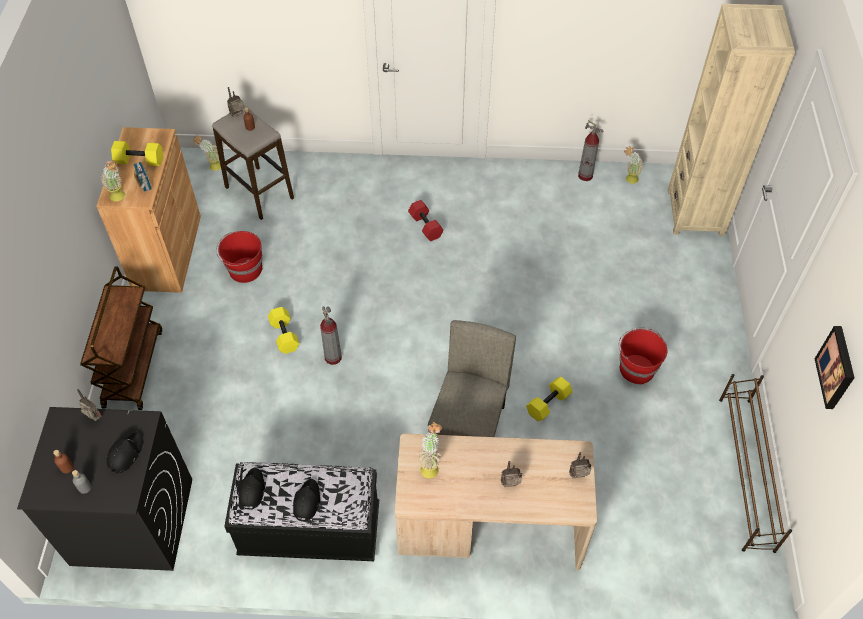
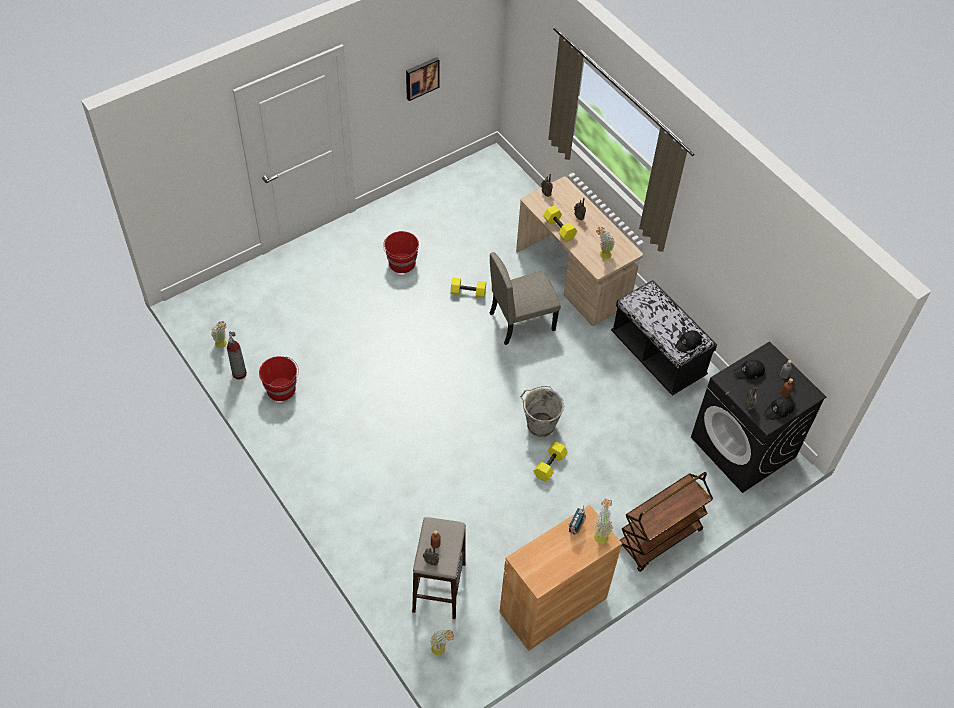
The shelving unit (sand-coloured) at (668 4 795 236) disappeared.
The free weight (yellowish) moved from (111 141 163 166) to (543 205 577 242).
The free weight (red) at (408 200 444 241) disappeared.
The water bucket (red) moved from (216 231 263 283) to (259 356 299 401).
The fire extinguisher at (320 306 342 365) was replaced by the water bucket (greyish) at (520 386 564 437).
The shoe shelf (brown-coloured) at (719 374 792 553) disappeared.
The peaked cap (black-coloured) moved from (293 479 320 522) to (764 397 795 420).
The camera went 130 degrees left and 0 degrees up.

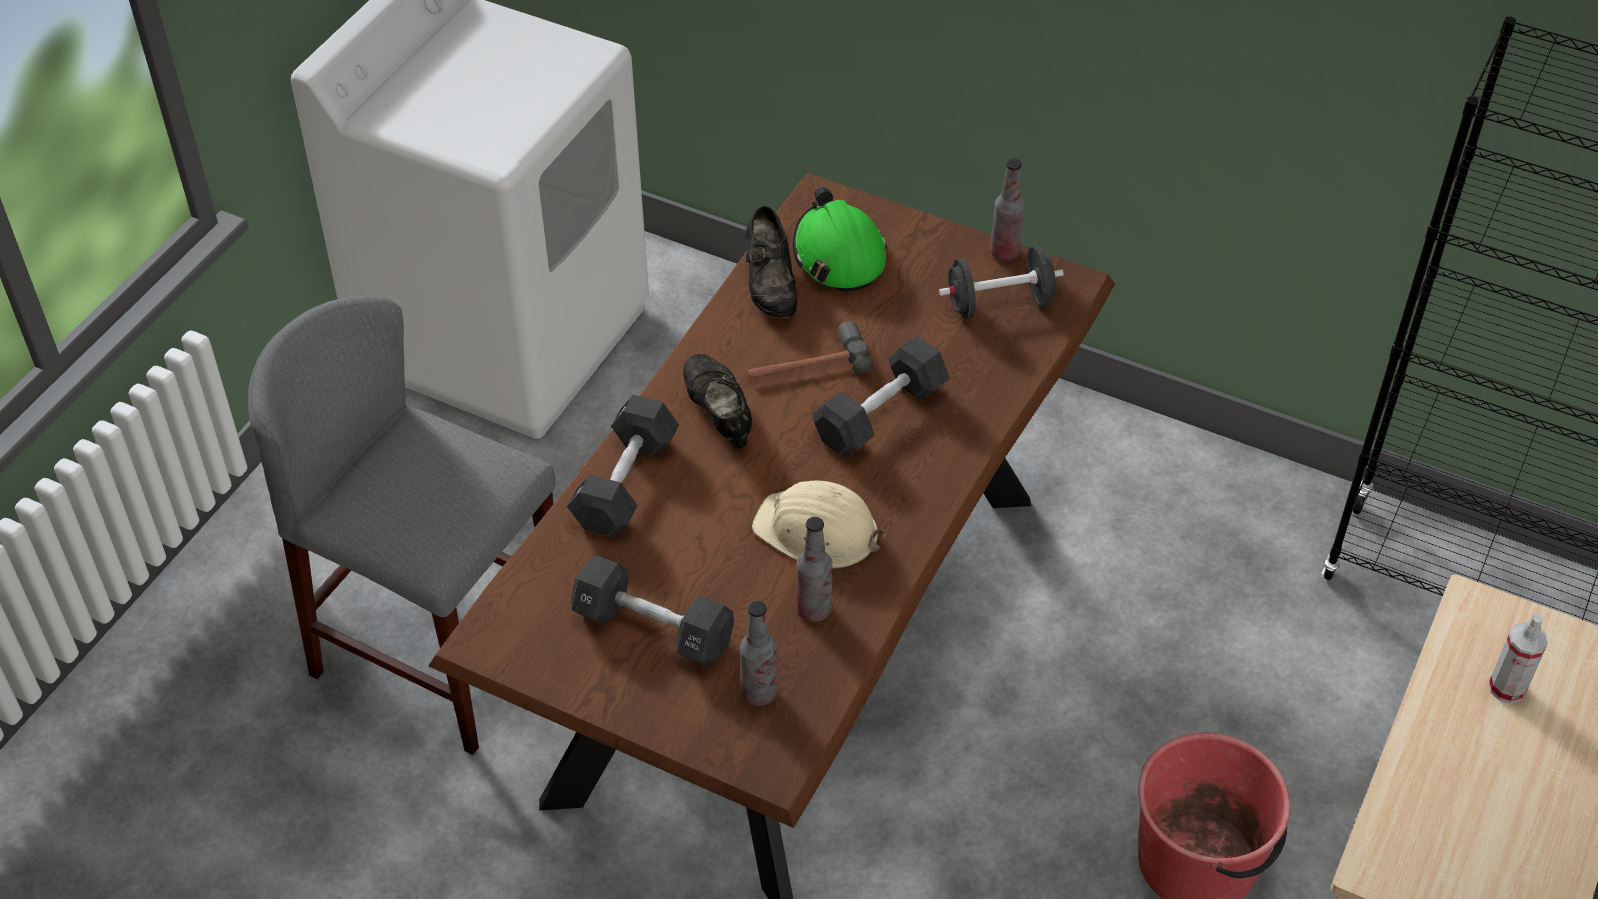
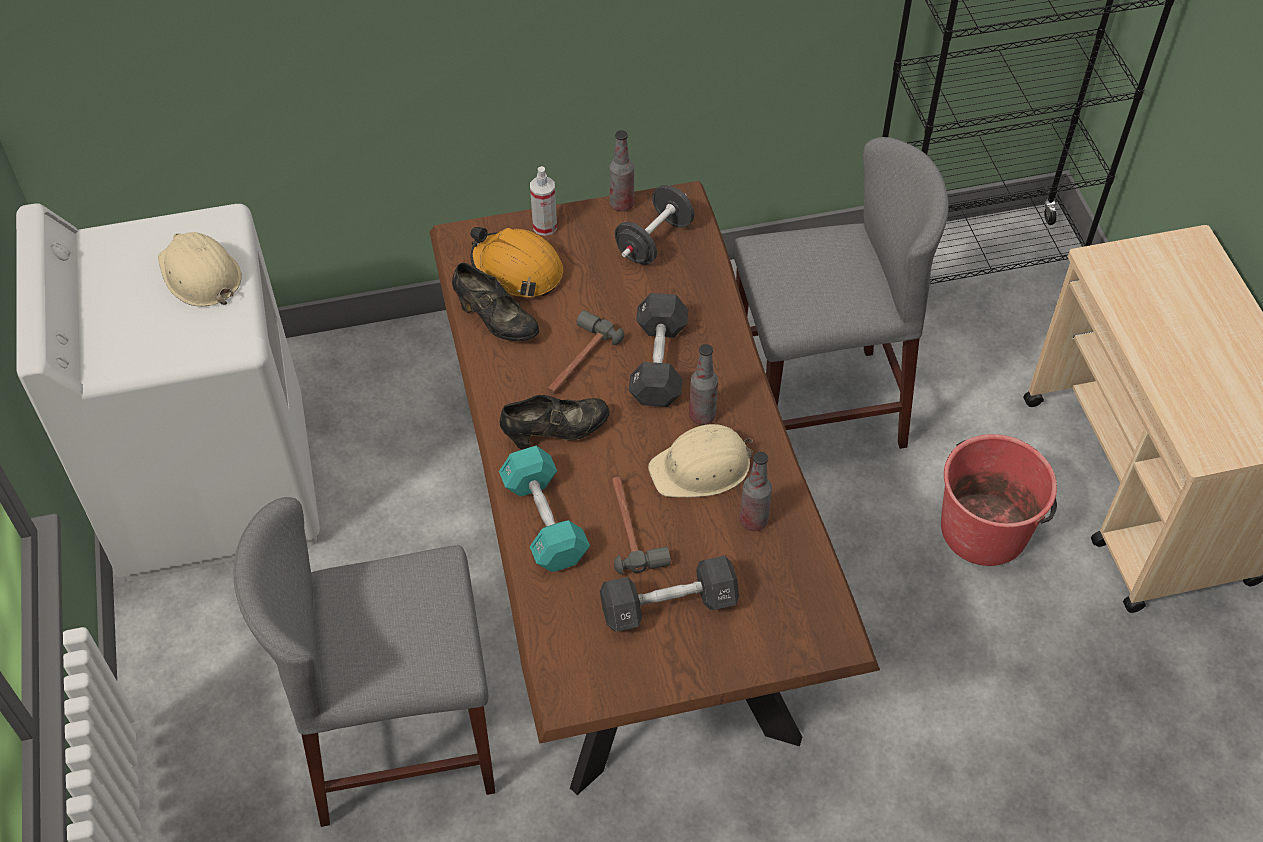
The safety helmet (green-coloured) at (793 187 888 292) became the safety helmet (orange-coloured) at (470 227 563 297).
The low shoe (black-coloured) at (683 354 752 449) turned 135 degrees clockwise.
The free weight (black-coloured) at (567 395 679 538) became the free weight (blue-green) at (499 446 590 572).
The beverage bottle moved from (740 601 778 706) to (689 344 718 425).
The sprayer moved from (1488 613 1548 704) to (530 166 557 236).
The stool seat (greyish) at (733 137 948 449) appeared.
The safety helmet (sand-coloured) at (158 232 242 306) appeared.
The hand hammer at (612 477 671 575) appeared.
The camera went 40 degrees left and 5 degrees up.

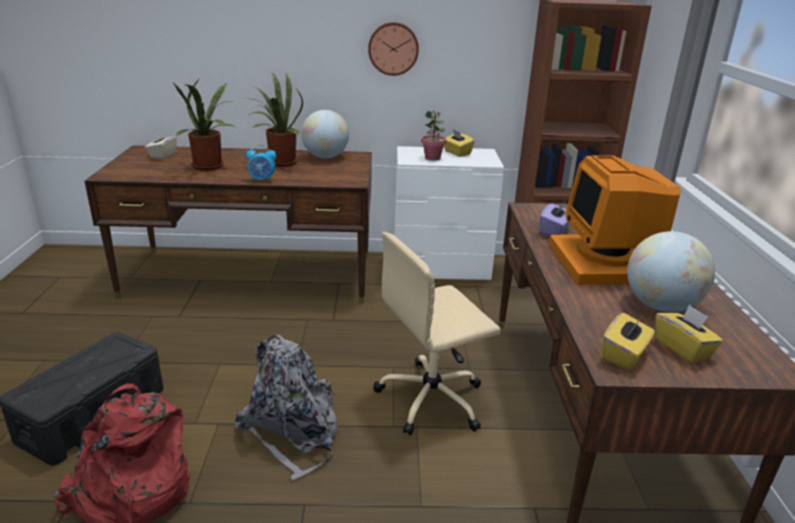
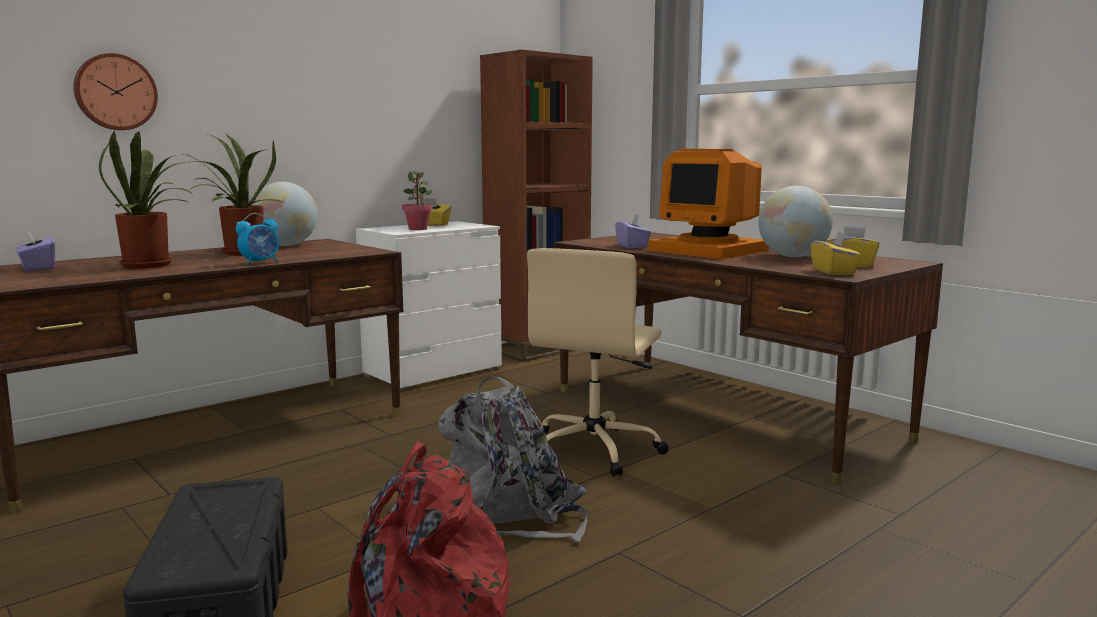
The hanging clock moved from (368 22 419 76) to (73 53 158 130).
The tissue box (sand-coloured) at (145 131 177 159) became the tissue box (purple-coloured) at (16 229 55 271).
The camera went 40 degrees left and 15 degrees down.

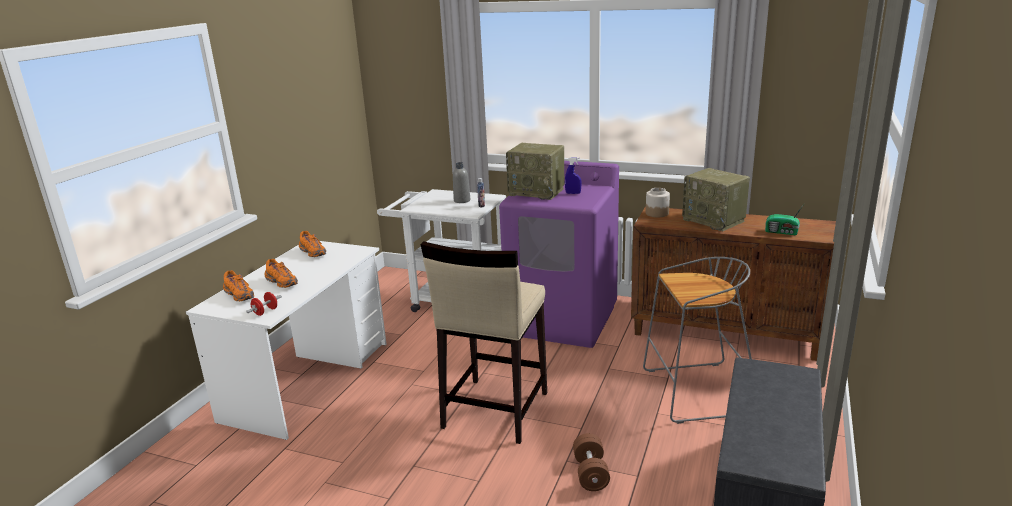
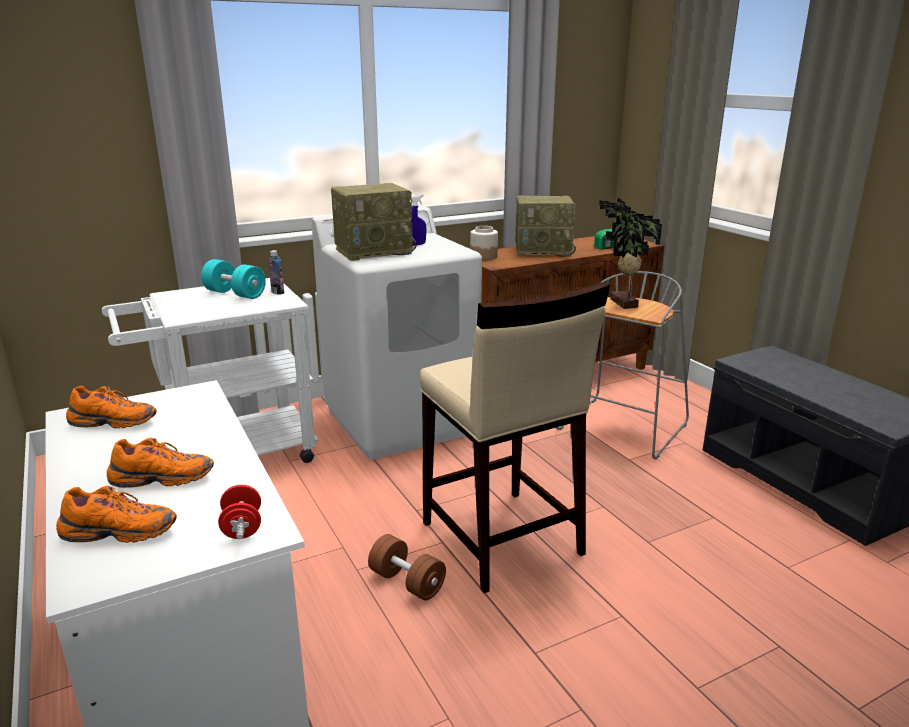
The laundry appliance (purple-coloured) at (499 161 619 348) became the laundry appliance (white-coloured) at (311 206 482 460).
The beverage bottle (greyish) at (453 162 470 203) was replaced by the free weight (blue-green) at (201 259 266 299).
The free weight (brown-coloured) moved from (573 433 610 491) to (368 534 446 600).
The plant in a pot at (599 198 662 309) appeared.
The camera went 50 degrees left and 0 degrees up.

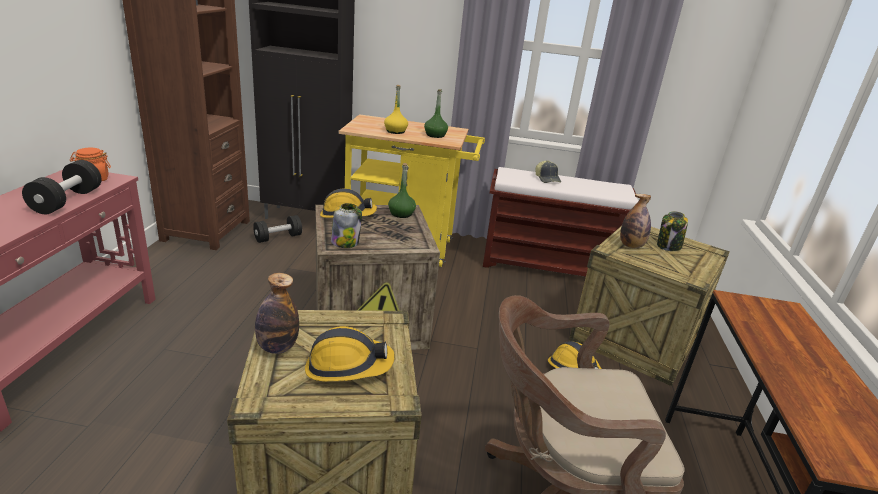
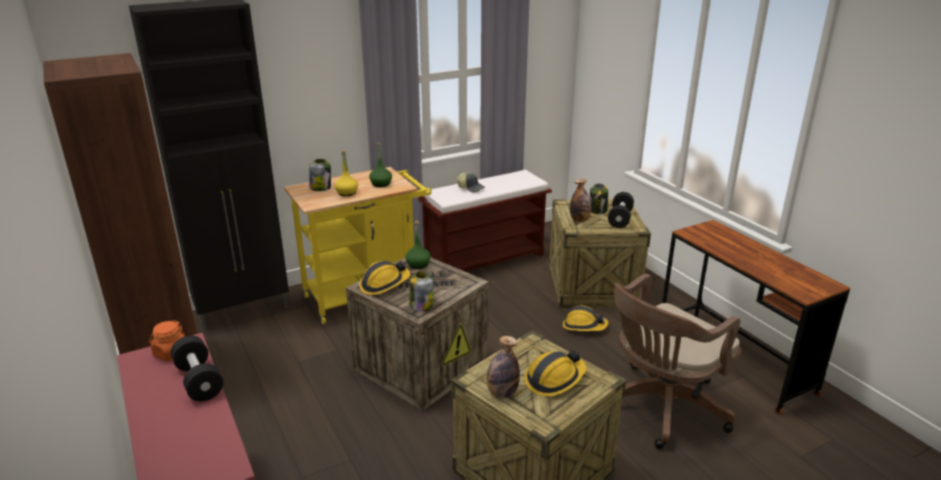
The free weight (black-coloured) moved from (253 215 302 243) to (608 192 634 228).
The storage jar at (309 159 331 191) appeared.
The camera went 35 degrees left and 0 degrees up.

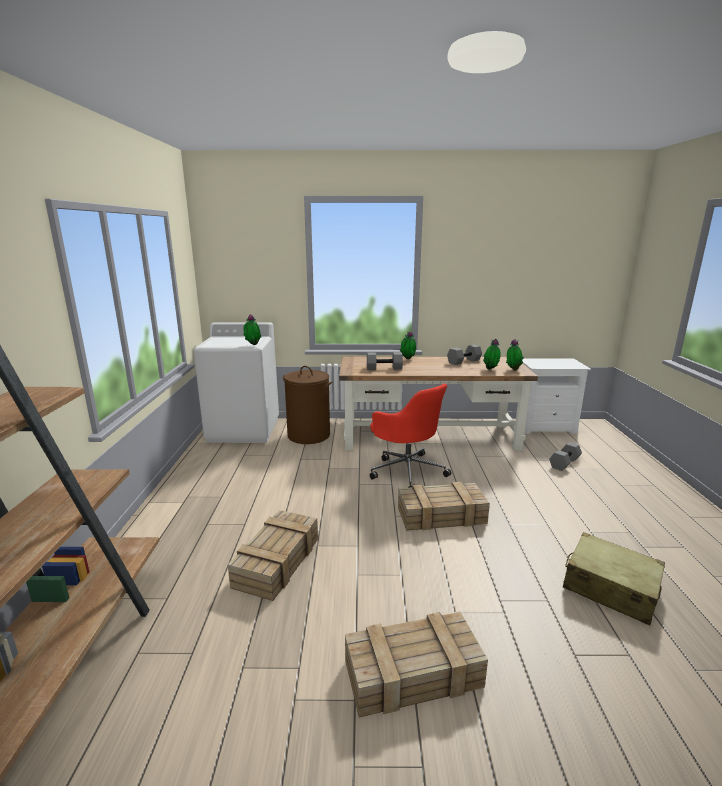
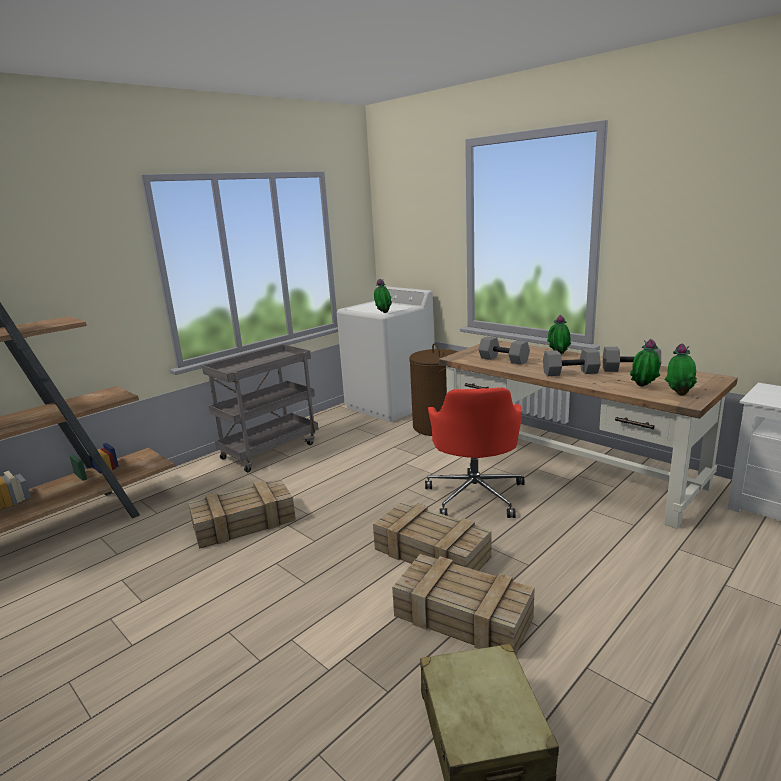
The free weight (greyish) moved from (549 442 582 471) to (543 348 601 376).
The packing crate moved from (345 612 488 718) to (392 554 535 655).
The trolley (greyish) at (202 344 319 472) appeared.
The camera went 45 degrees right and 0 degrees up.

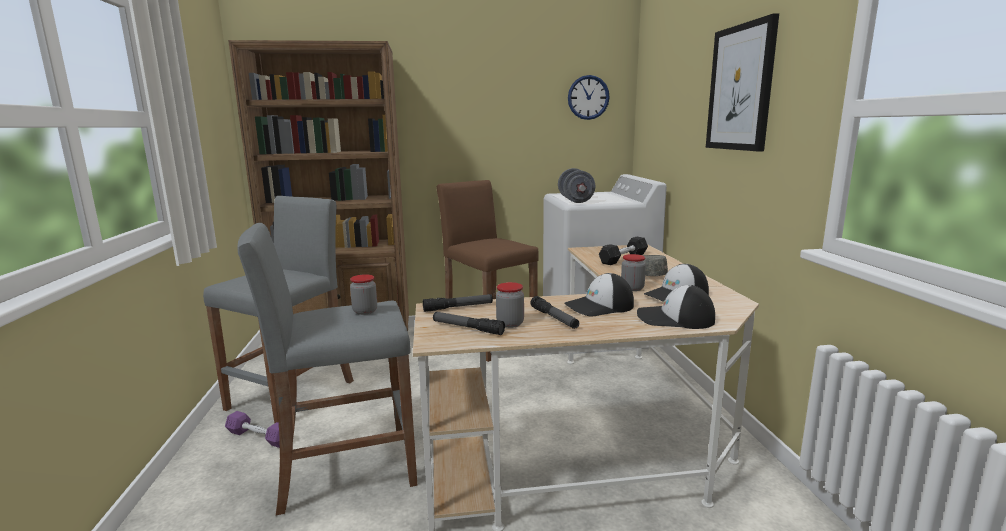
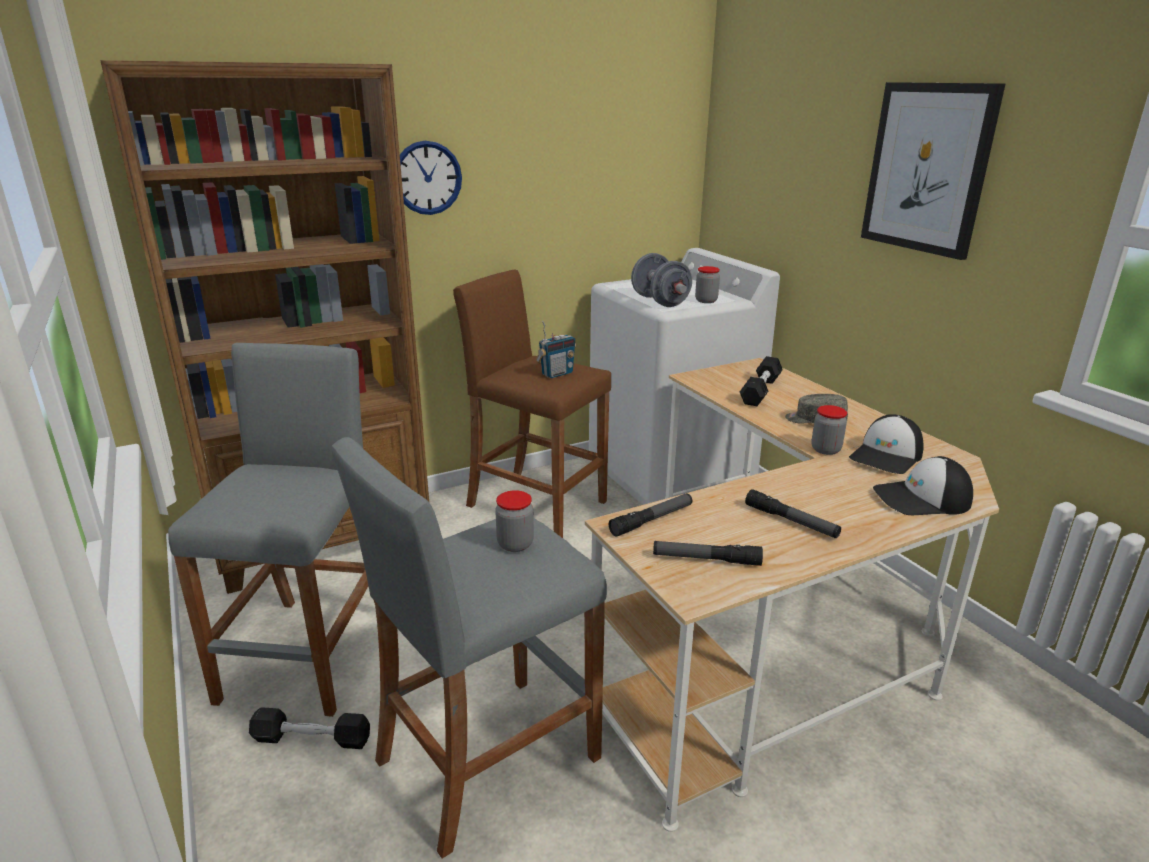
The hanging clock moved from (568 75 610 120) to (400 141 462 215).
The peaked cap at (564 273 634 316) disappeared.
The storage jar moved from (496 282 524 328) to (695 266 720 303).
The free weight (purple-coloured) at (225 411 280 448) became the free weight (black-coloured) at (249 707 370 749).
The radio set at (536 321 576 378) appeared.
The camera went 20 degrees left and 10 degrees up.

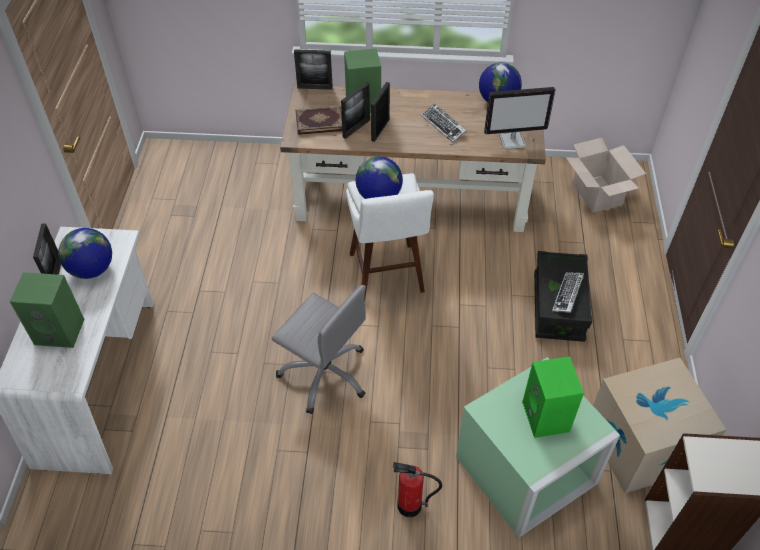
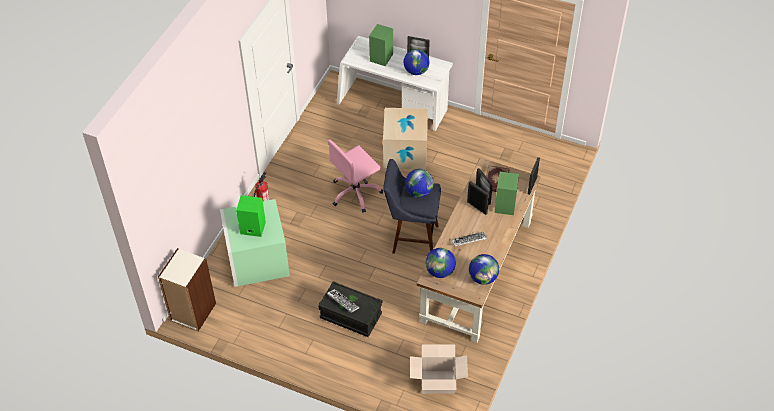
The monitor at (484 87 556 150) was replaced by the desk globe at (425 248 456 278).
The stool seat (white-coloured) at (346 173 434 300) became the stool seat (blue) at (383 159 441 254).
The desk chair (greyish) at (272 285 366 414) became the desk chair (pink) at (328 139 383 213).
The cardboard box moved from (593 358 726 493) to (383 108 428 170).
The camera went 110 degrees right and 0 degrees up.

